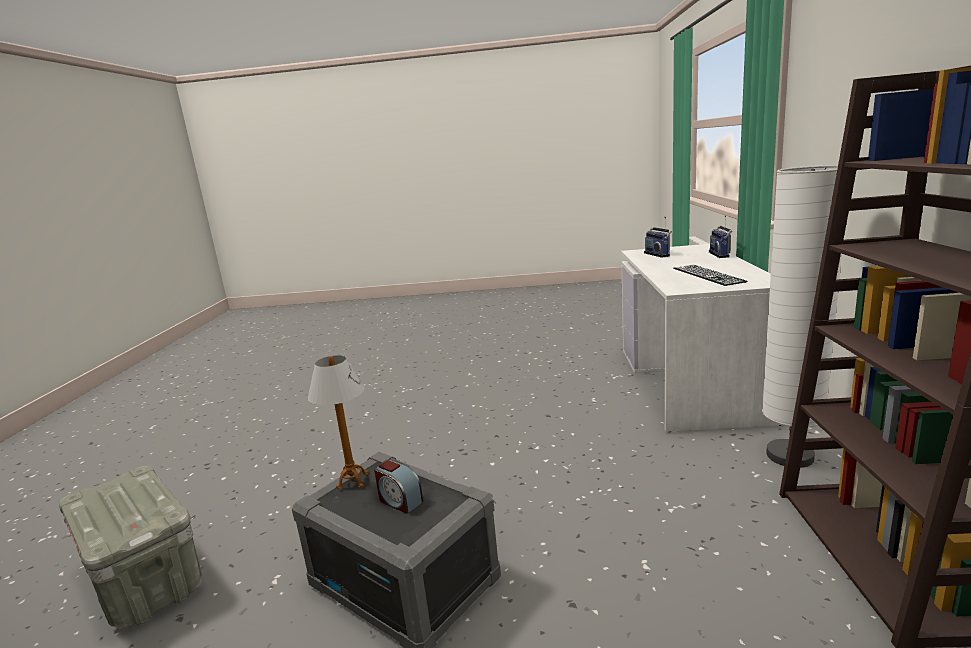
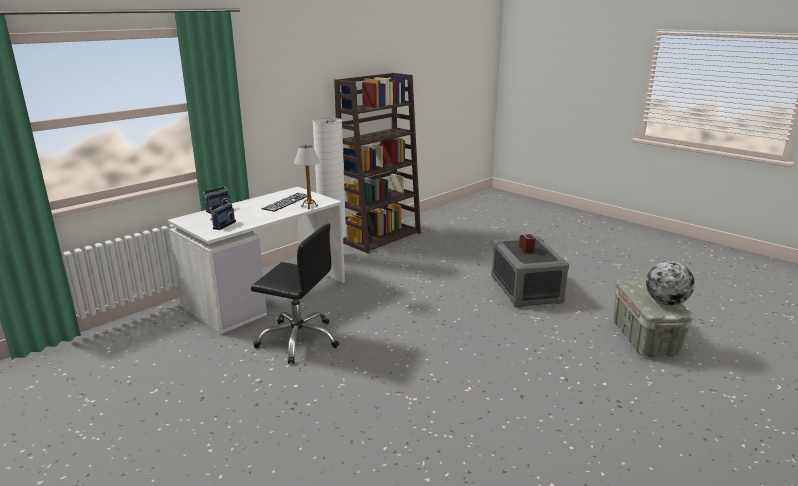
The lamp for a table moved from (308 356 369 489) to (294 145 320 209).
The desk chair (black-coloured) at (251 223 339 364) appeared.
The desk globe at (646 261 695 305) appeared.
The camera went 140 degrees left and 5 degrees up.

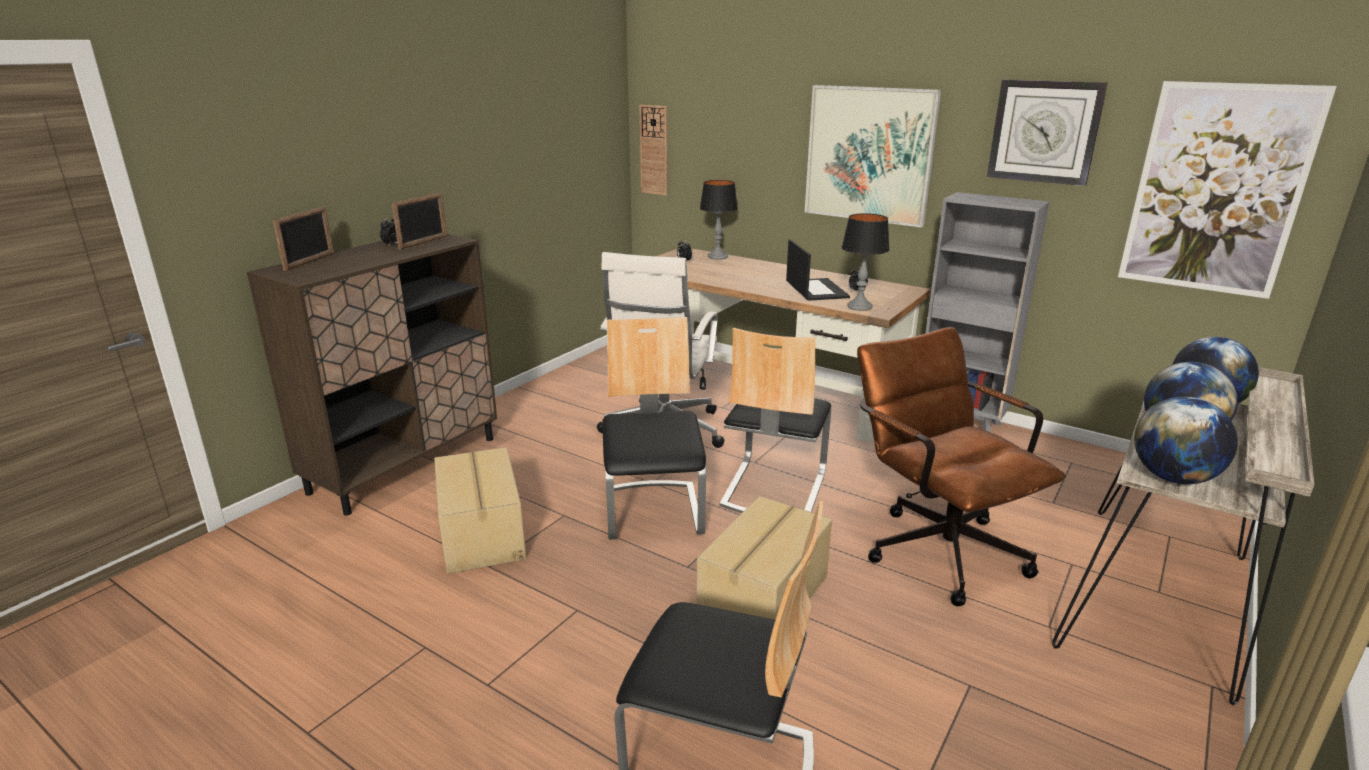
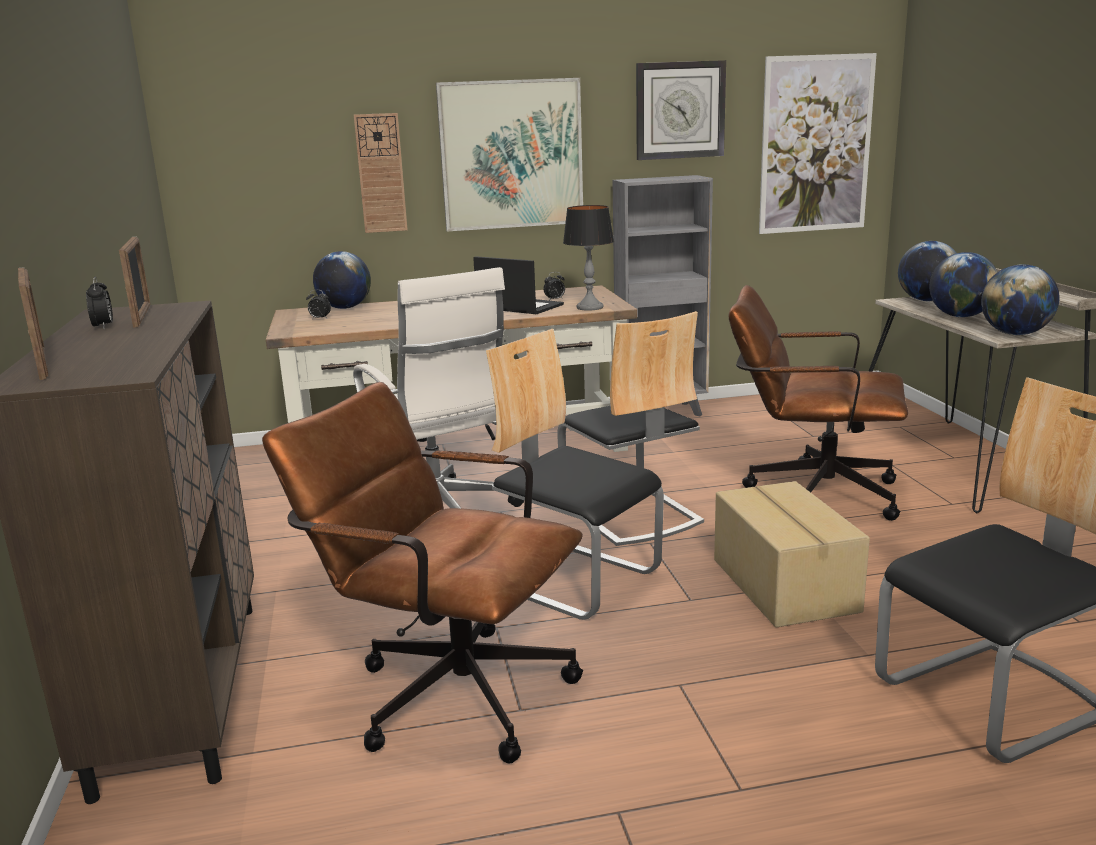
The hanging clock moved from (639 105 668 196) to (354 113 408 233).
The lamp for a table at (700 180 738 260) was replaced by the desk globe at (313 251 371 309).
The cardboard box at (434 447 526 574) was replaced by the desk chair (brown-coloured) at (262 382 583 763).
The camera went 45 degrees left and 5 degrees down.

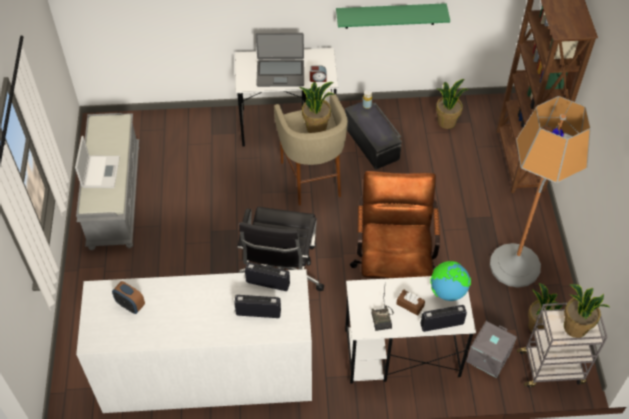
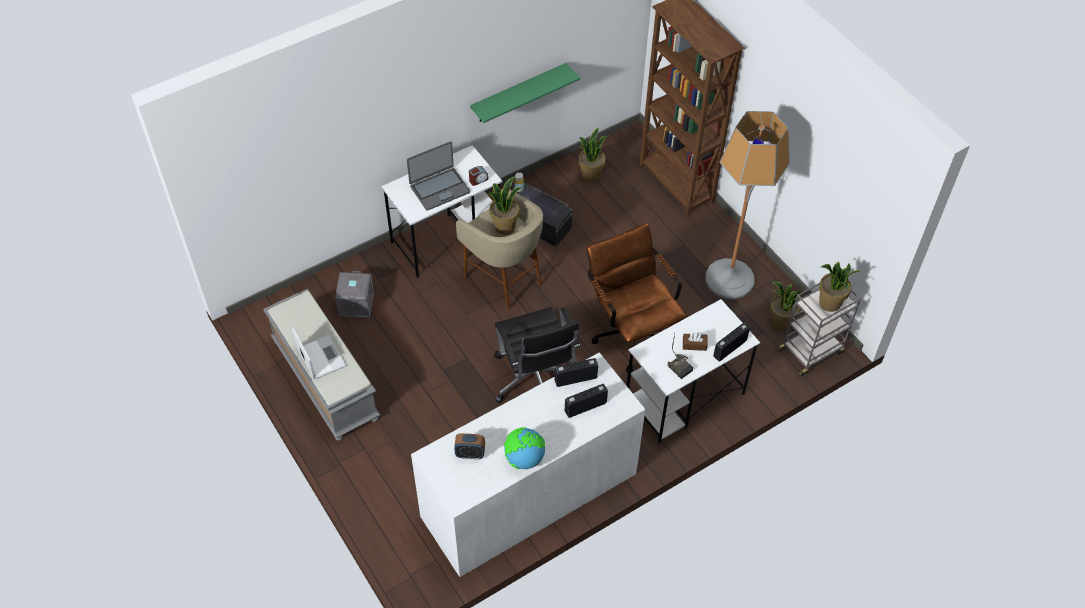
The desk globe moved from (430 261 471 301) to (504 427 545 469).
The storage container (greyish) moved from (466 321 517 378) to (335 271 374 317).
The camera went 30 degrees left and 0 degrees up.

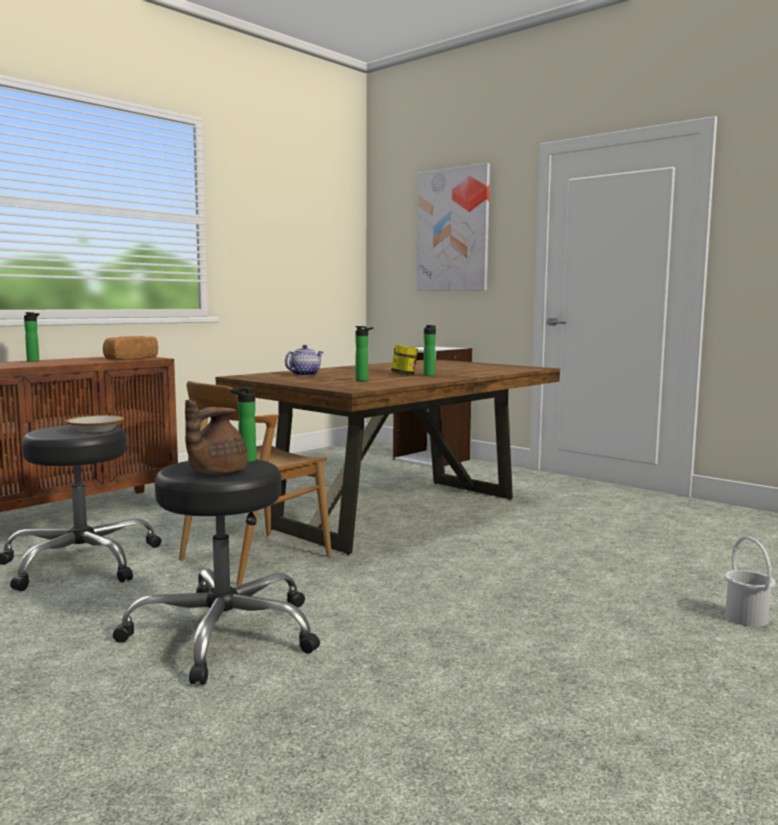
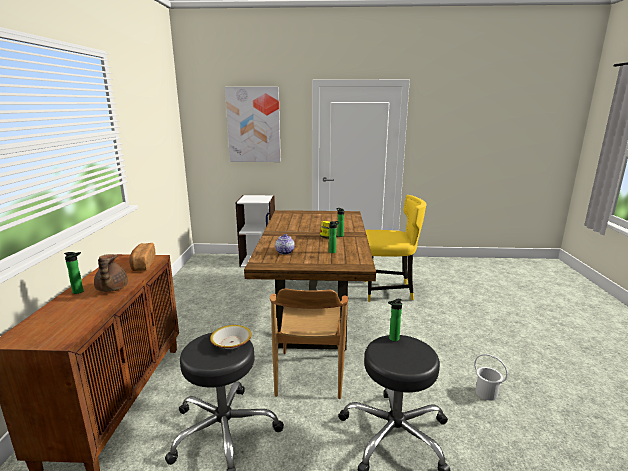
The pot for tea (brown-coloured) moved from (185 400 247 474) to (94 254 128 292).
The water bucket (white-coloured) moved from (725 536 776 627) to (474 354 508 400).
The upright chair (yellowish) at (364 195 426 302) appeared.
The camera went 40 degrees left and 10 degrees up.

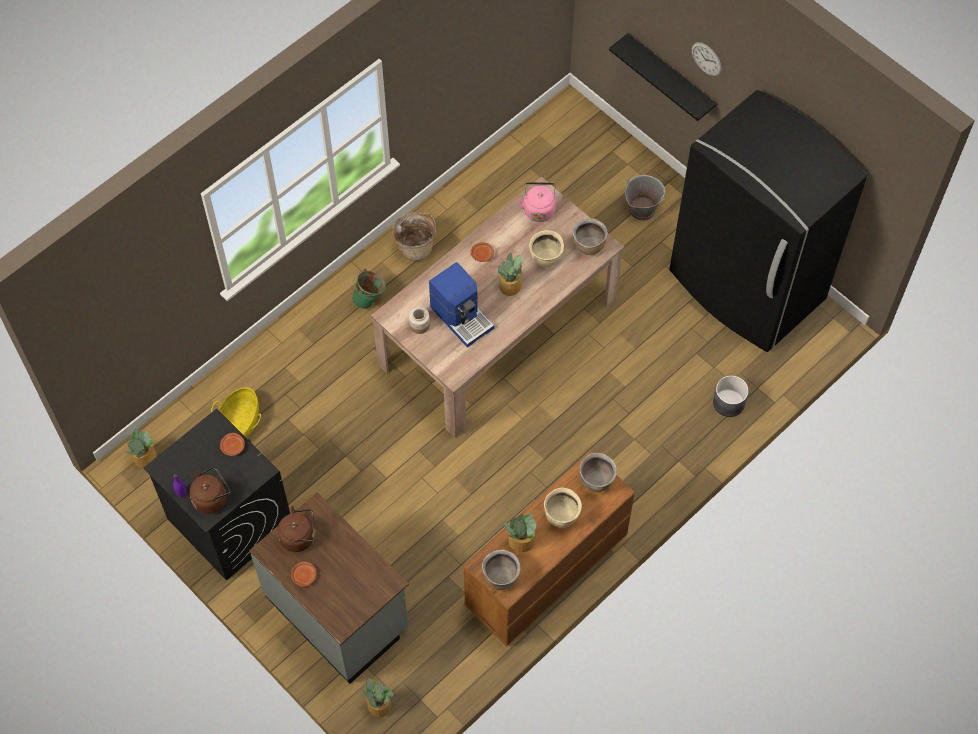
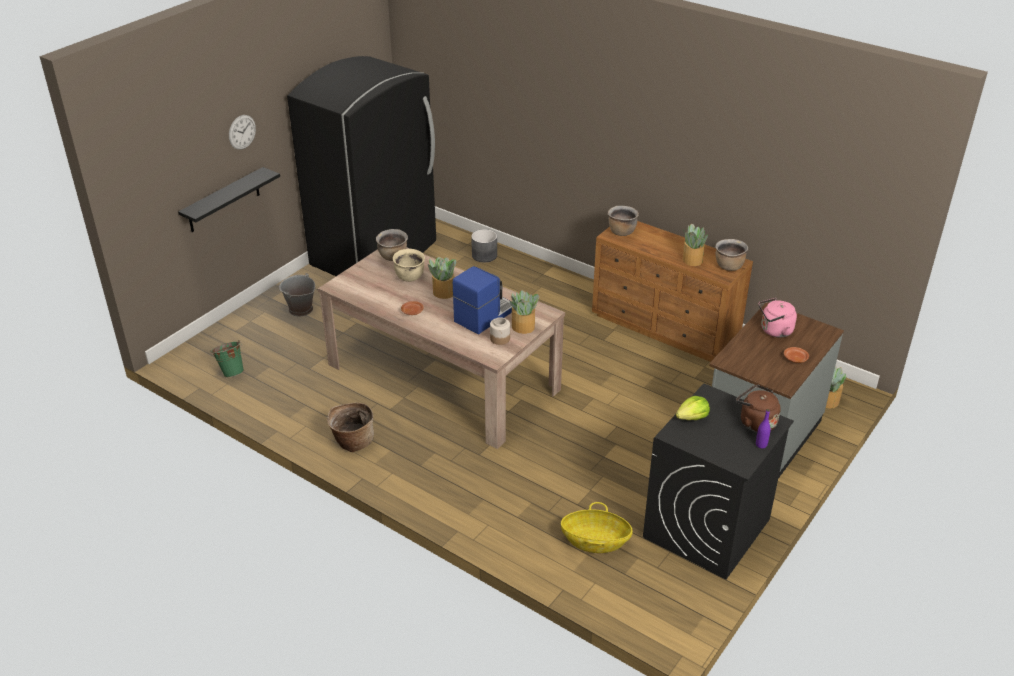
The kettle (pink) moved from (517 182 556 222) to (759 298 797 338).
The water bucket (green-coloured) moved from (352 269 386 309) to (211 340 244 378).
The plant in a pot moved from (126 429 156 468) to (510 290 539 334).
The flat dish (brown-coloured) at (220 433 245 456) was replaced by the head of lettuce at (676 396 710 420).
The stockpot (sand-coloured) at (544 488 582 528) disappeared.
The kettle (brown-coloured) at (277 506 316 552) disappeared.
The camera went 100 degrees left and 25 degrees down.

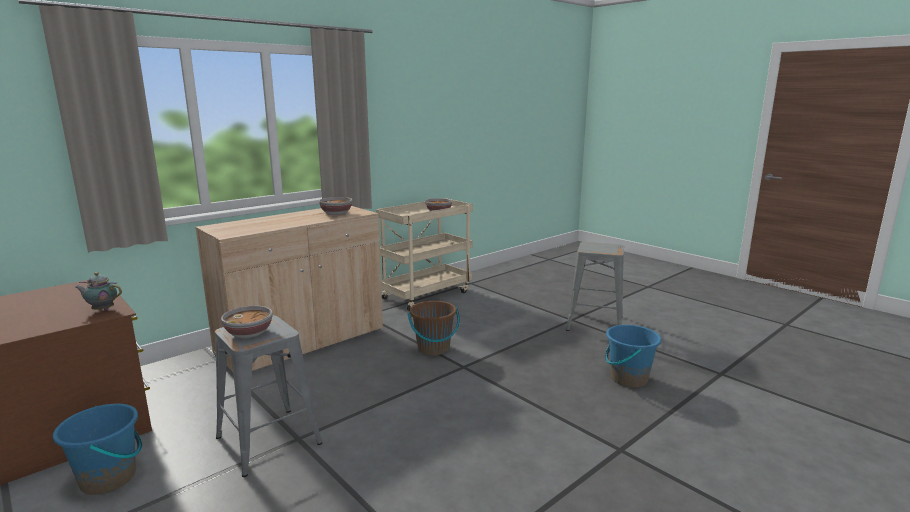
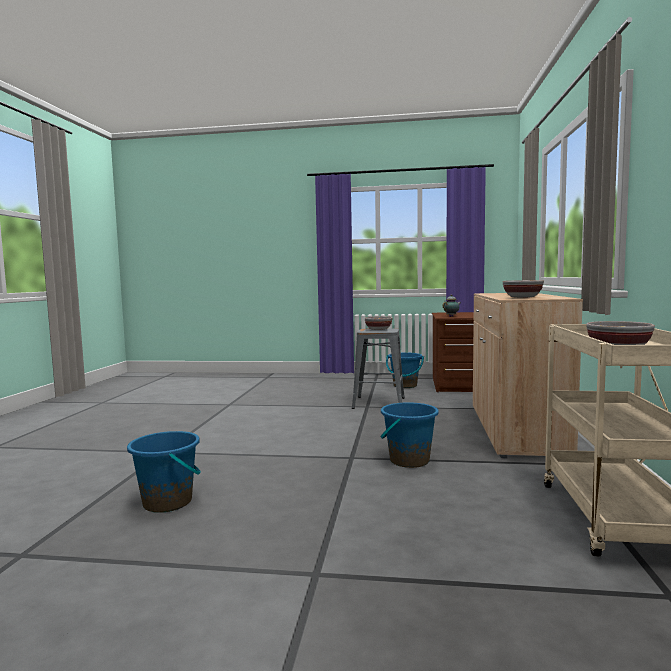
The stool seat (greyish) at (566 242 624 331) disappeared.
The water bucket (brown-coloured) at (407 301 460 356) became the water bucket (blue) at (381 402 439 468).
The camera went 140 degrees right and 10 degrees down.

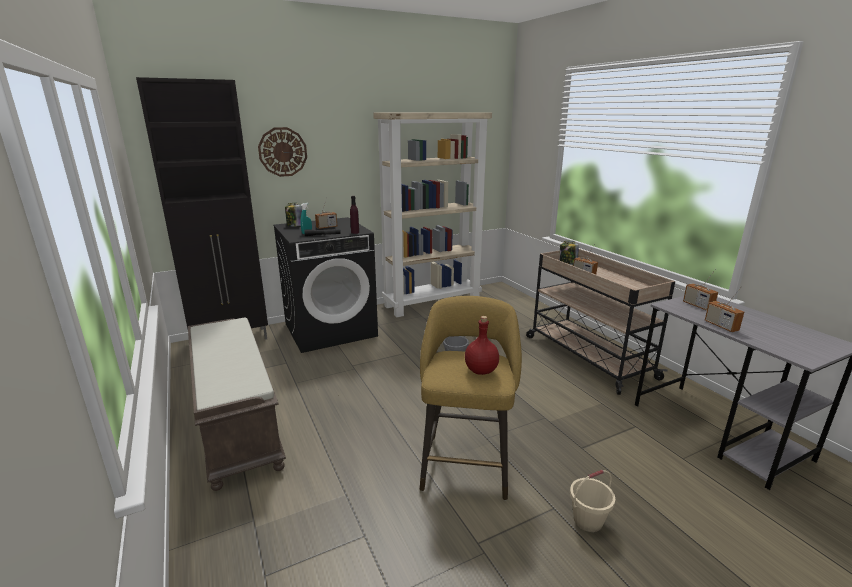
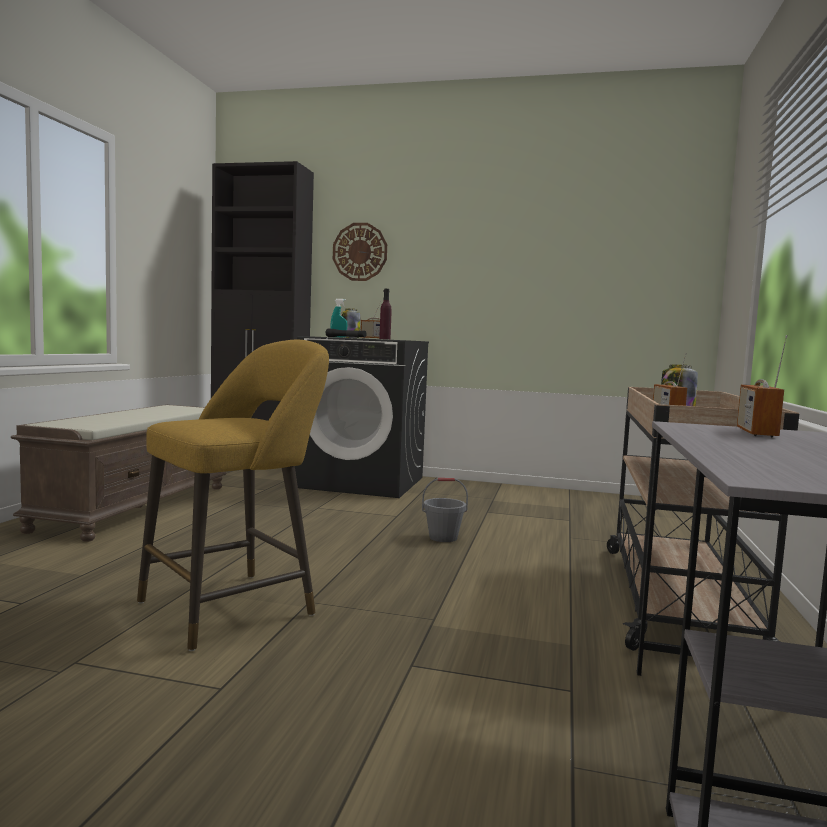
The shelving unit (sand-coloured) at (373 112 492 317) disappeared.
The radio set at (705 286 744 332) disappeared.
The beverage bottle (red) at (465 316 499 375) disappeared.
The water bucket (sand-coloured) at (570 470 615 532) disappeared.
The camera went 40 degrees right and 15 degrees down.

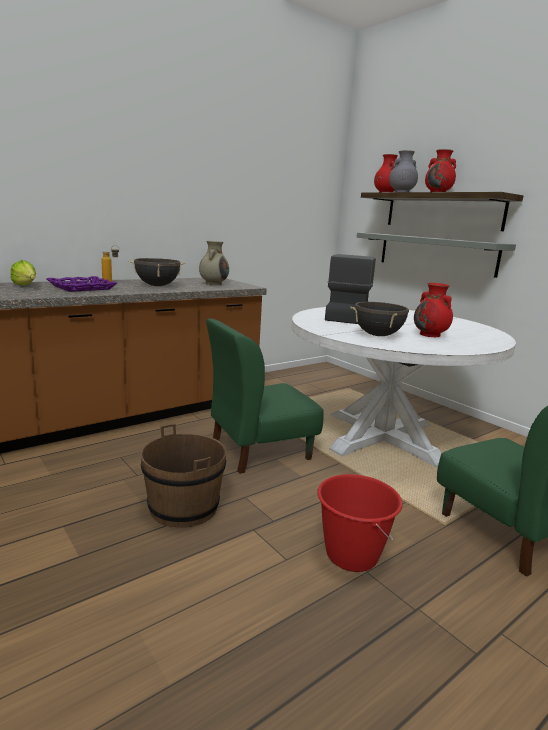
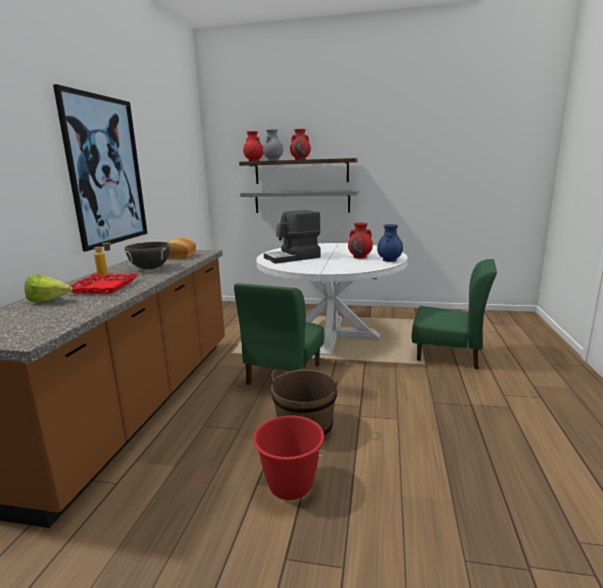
The vase (sand-coloured) at (199 241 229 285) was replaced by the bread at (167 237 196 259).
The coffee machine at (325 254 376 324) turned 90 degrees counterclockwise.
The serving tray (purple-coloured) at (47 276 117 292) became the serving tray (red) at (70 273 138 293).
The stockpot (black-coloured) at (350 302 412 336) disappeared.
The water bucket (red) moved from (317 474 403 572) to (253 415 325 500).
The wall picture at (53 84 148 251) appeared.
The vase (blue) at (377 224 403 262) appeared.
The camera went 40 degrees left and 0 degrees up.

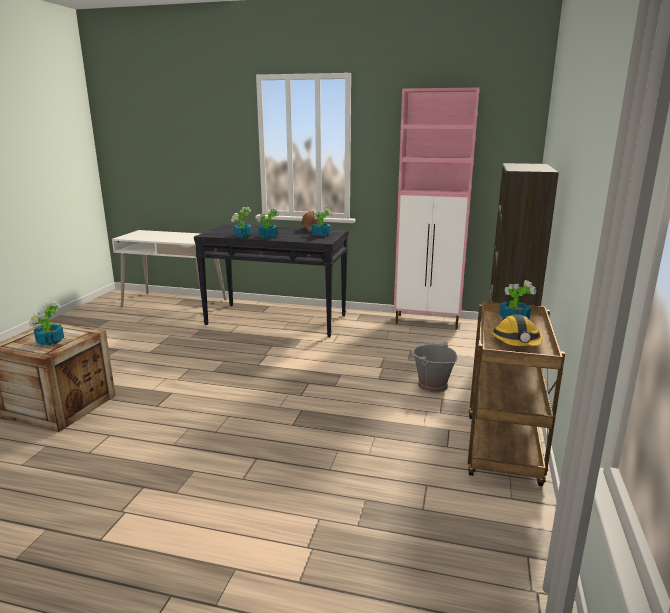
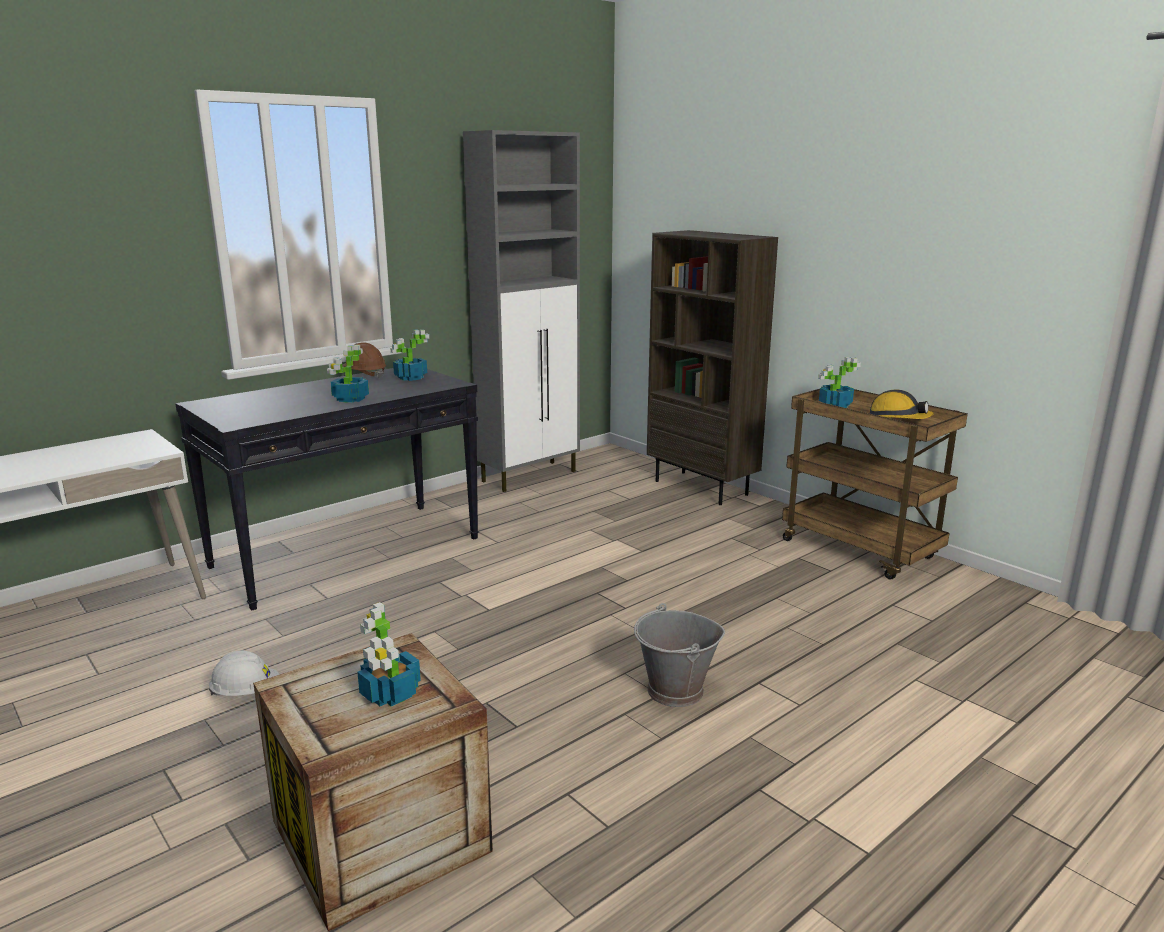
The cabinet (pink) at (394 88 479 329) became the cabinet (greyish) at (463 130 580 492).
The plant in a pot at (231 207 252 237) disappeared.
The water bucket (greyish) moved from (412 342 458 393) to (634 603 725 707).
The safety helmet (white-coloured) at (209 651 279 696) appeared.
The camera went 55 degrees left and 0 degrees up.

